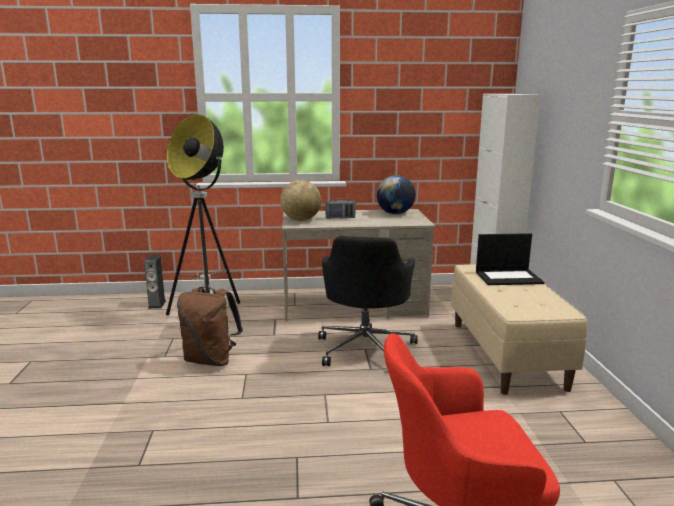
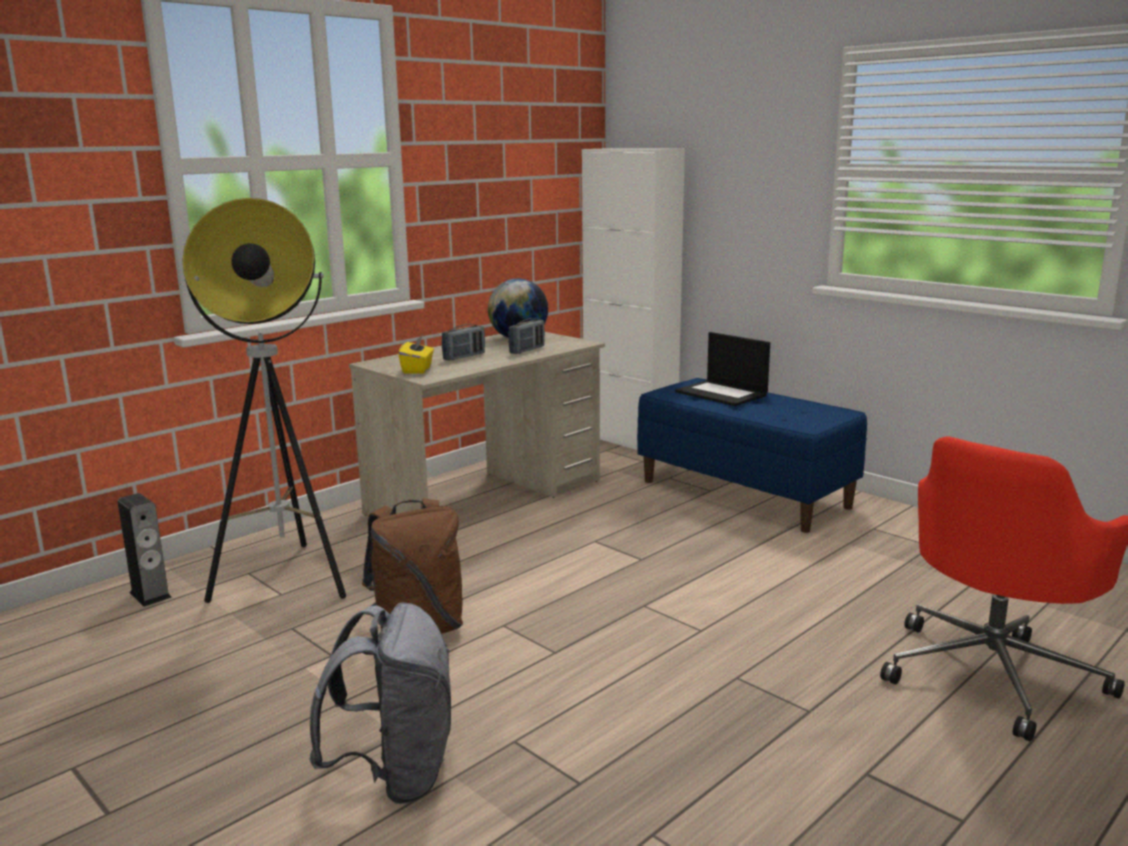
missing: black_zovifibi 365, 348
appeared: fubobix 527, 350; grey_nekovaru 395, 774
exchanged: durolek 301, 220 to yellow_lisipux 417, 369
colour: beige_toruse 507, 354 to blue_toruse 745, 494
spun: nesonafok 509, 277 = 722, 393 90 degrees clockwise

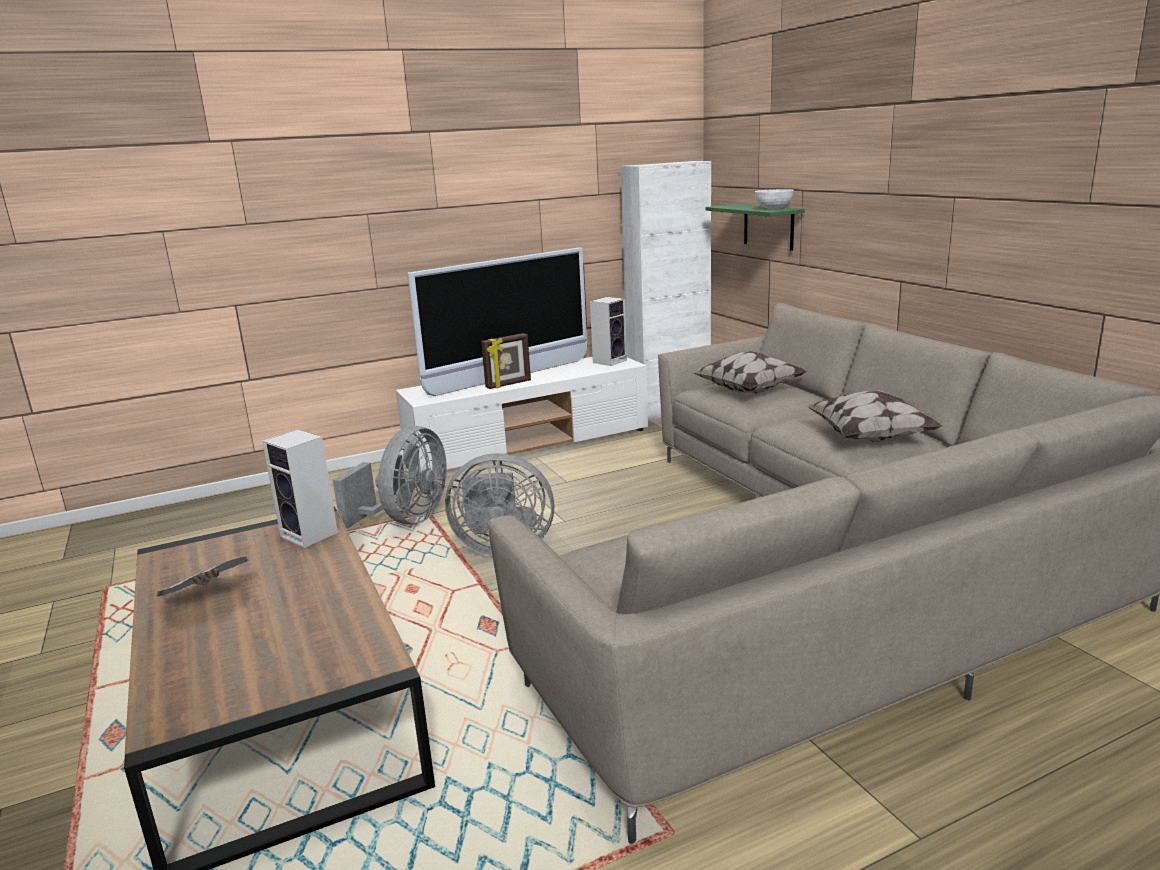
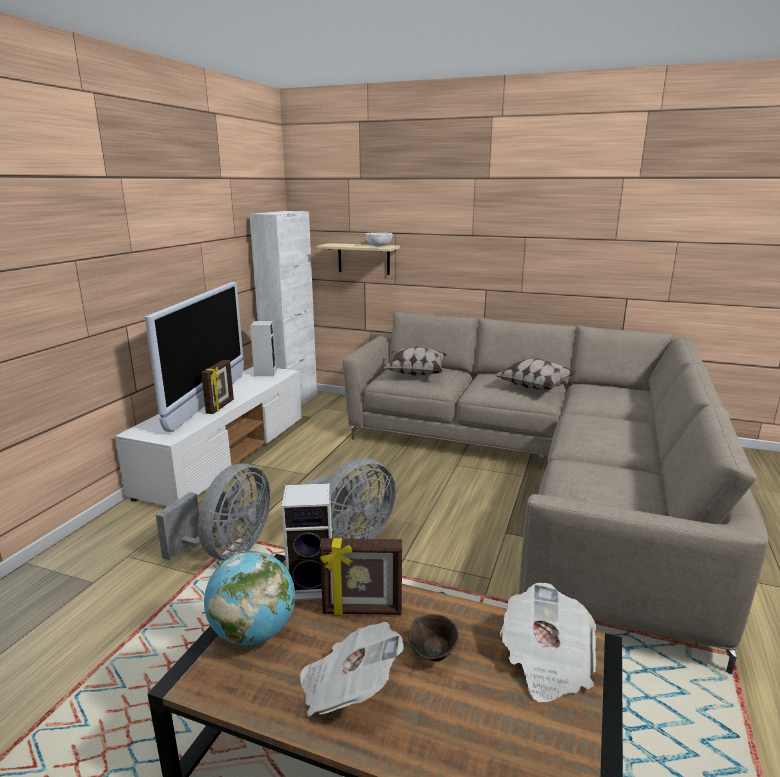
appeared: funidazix 362, 611; durolek 253, 633; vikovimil 546, 662; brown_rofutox 433, 654
colour: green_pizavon 768, 226 to beige_pizavon 363, 258
spun: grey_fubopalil 406, 520 = 228, 551 45 degrees clockwise

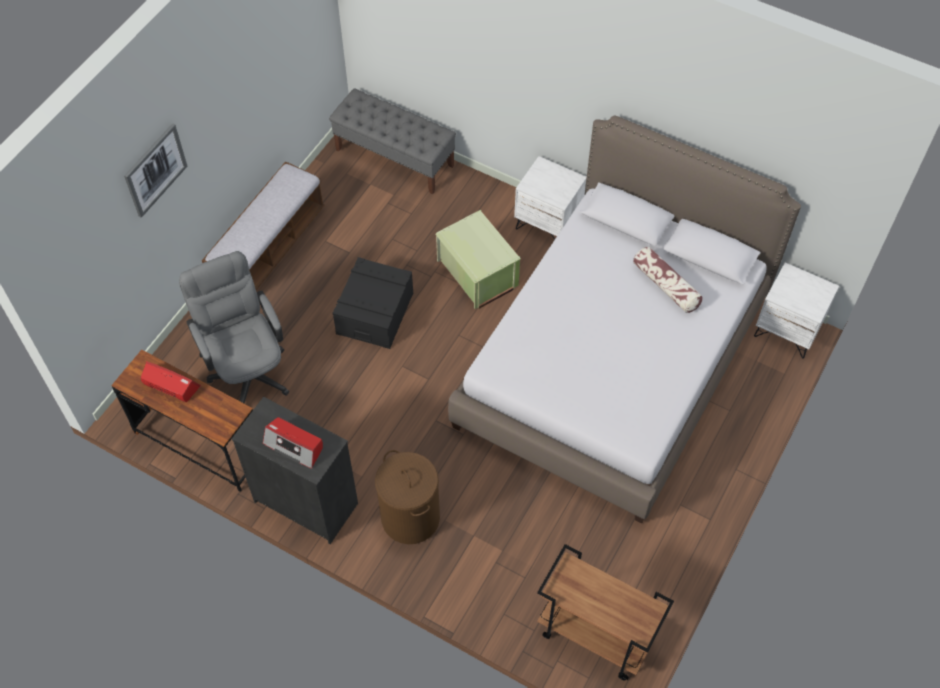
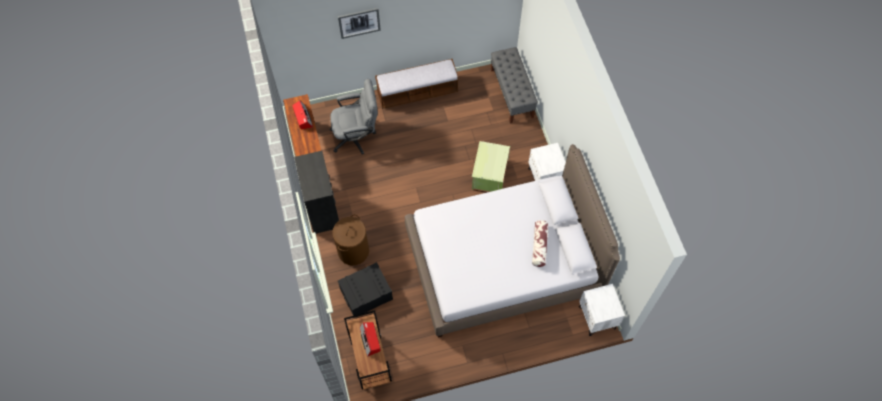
relocated: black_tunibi 375, 313 to 366, 294; fubobix 294, 446 to 370, 340
spun: grey_zovifibi 247, 368 = 357, 136 60 degrees clockwise

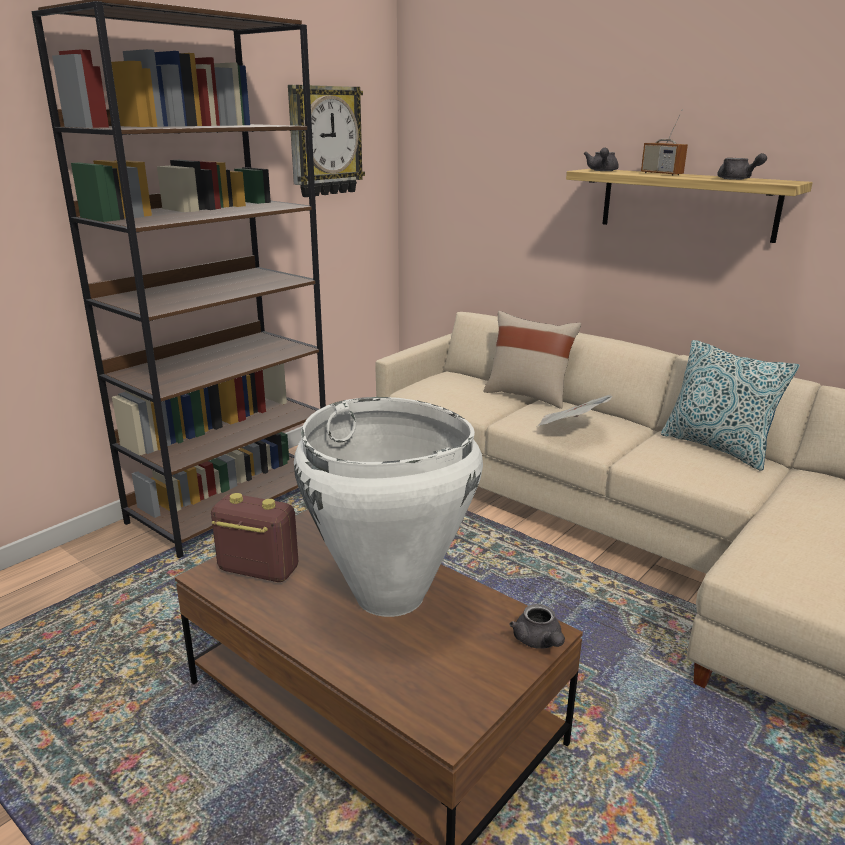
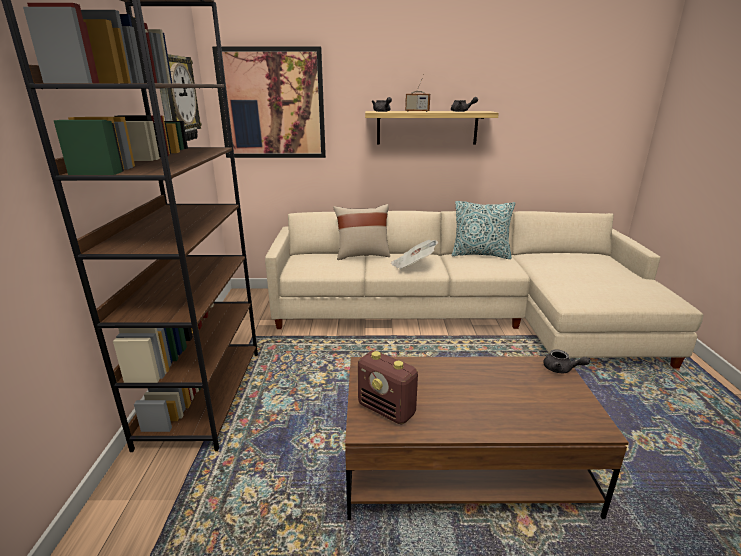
missing: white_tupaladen 389, 595
appeared: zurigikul 272, 104
spun: fubobix 257, 570 = 387, 410 120 degrees counterclockwise

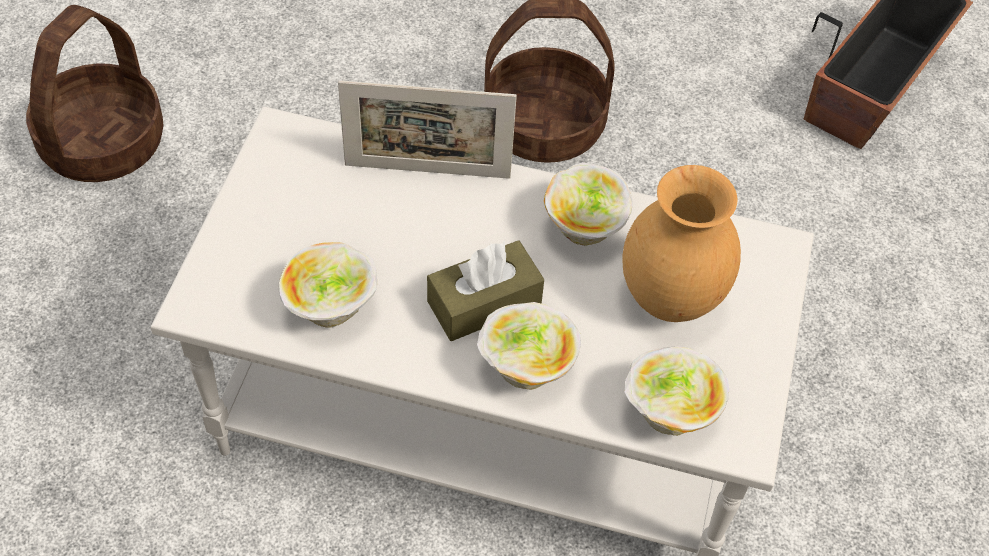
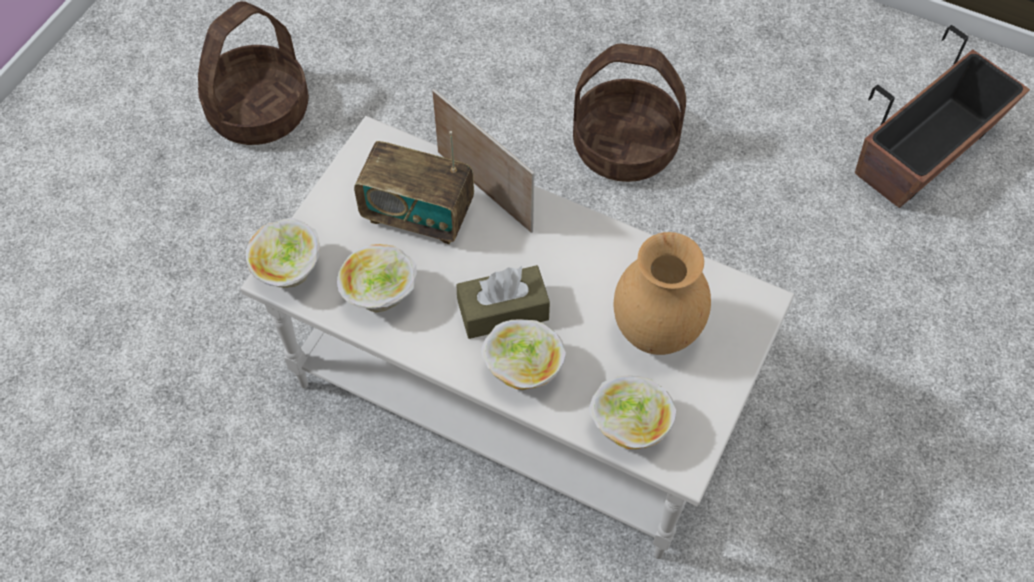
appeared: fubobix 418, 214
relocated: rofutox 585, 229 to 291, 273
spun: funidazix 427, 171 = 484, 191 150 degrees counterclockwise

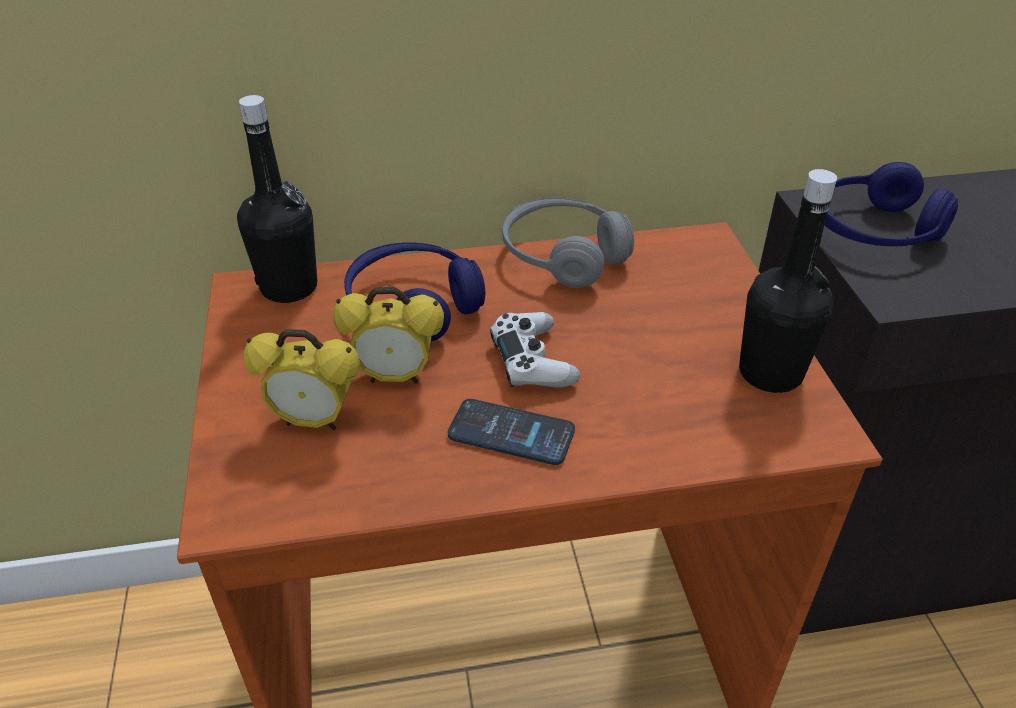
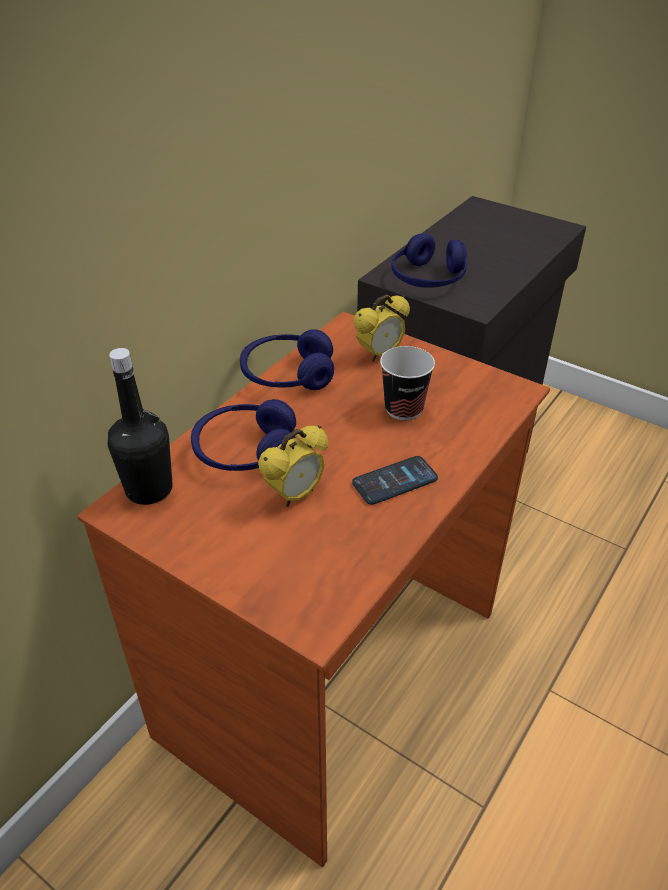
missing: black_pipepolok 770, 373; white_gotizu 532, 361
appeared: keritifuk 403, 409
relocated: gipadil 314, 421 to 379, 355
colour: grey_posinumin 563, 256 to blue_posinumin 287, 375

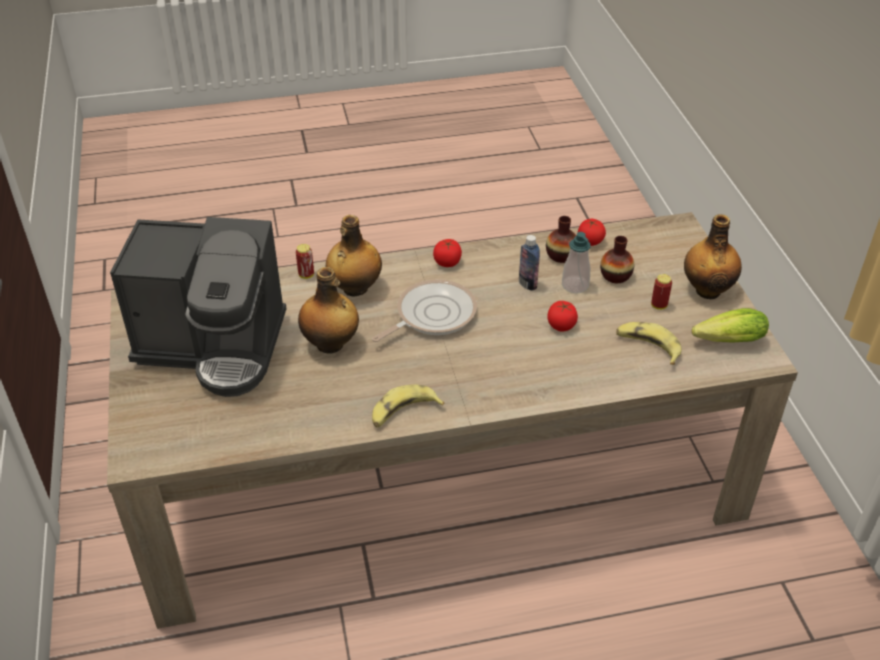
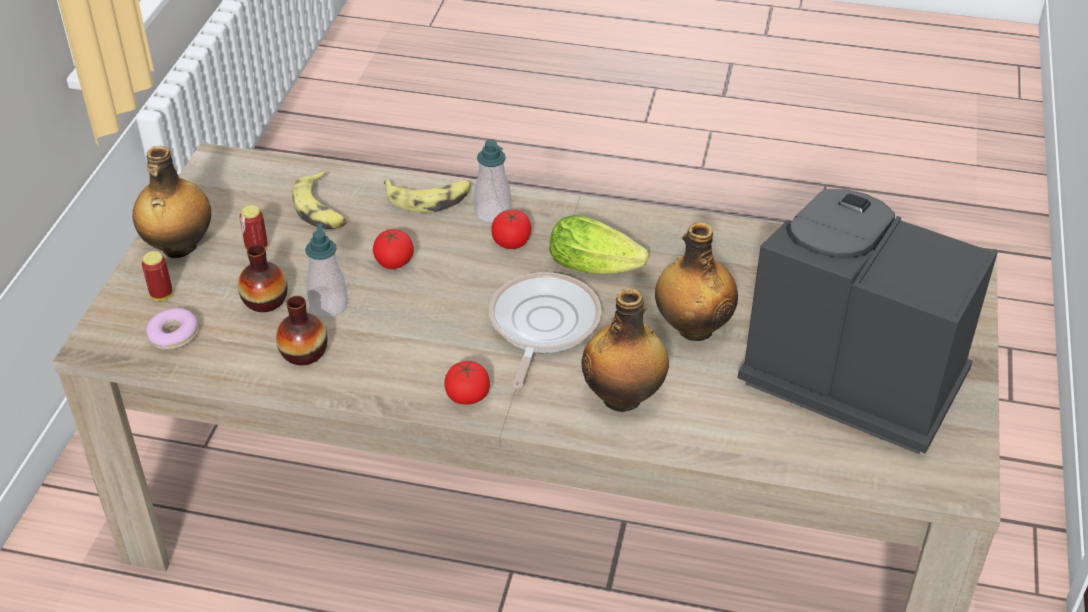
missing: pipepolok 527, 284
appeared: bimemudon 493, 213; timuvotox 173, 335
relocated: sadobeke 590, 241 to 511, 242; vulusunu 306, 275 to 161, 295; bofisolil 725, 341 to 598, 266; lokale 403, 412 to 429, 199
spun: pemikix 432, 315 = 541, 325 120 degrees clockwise

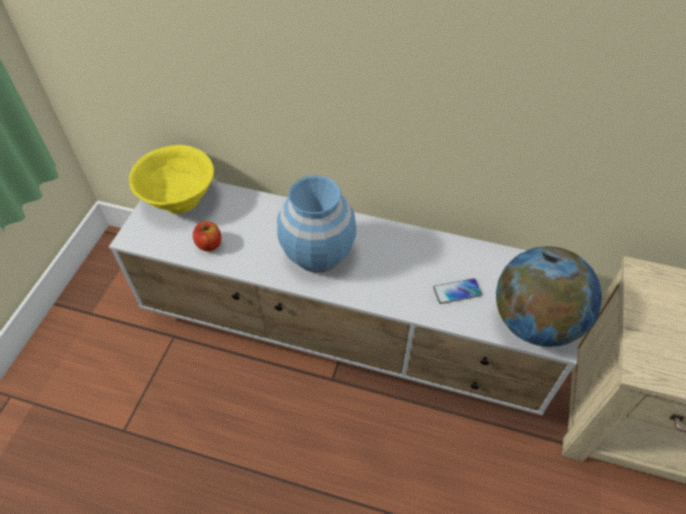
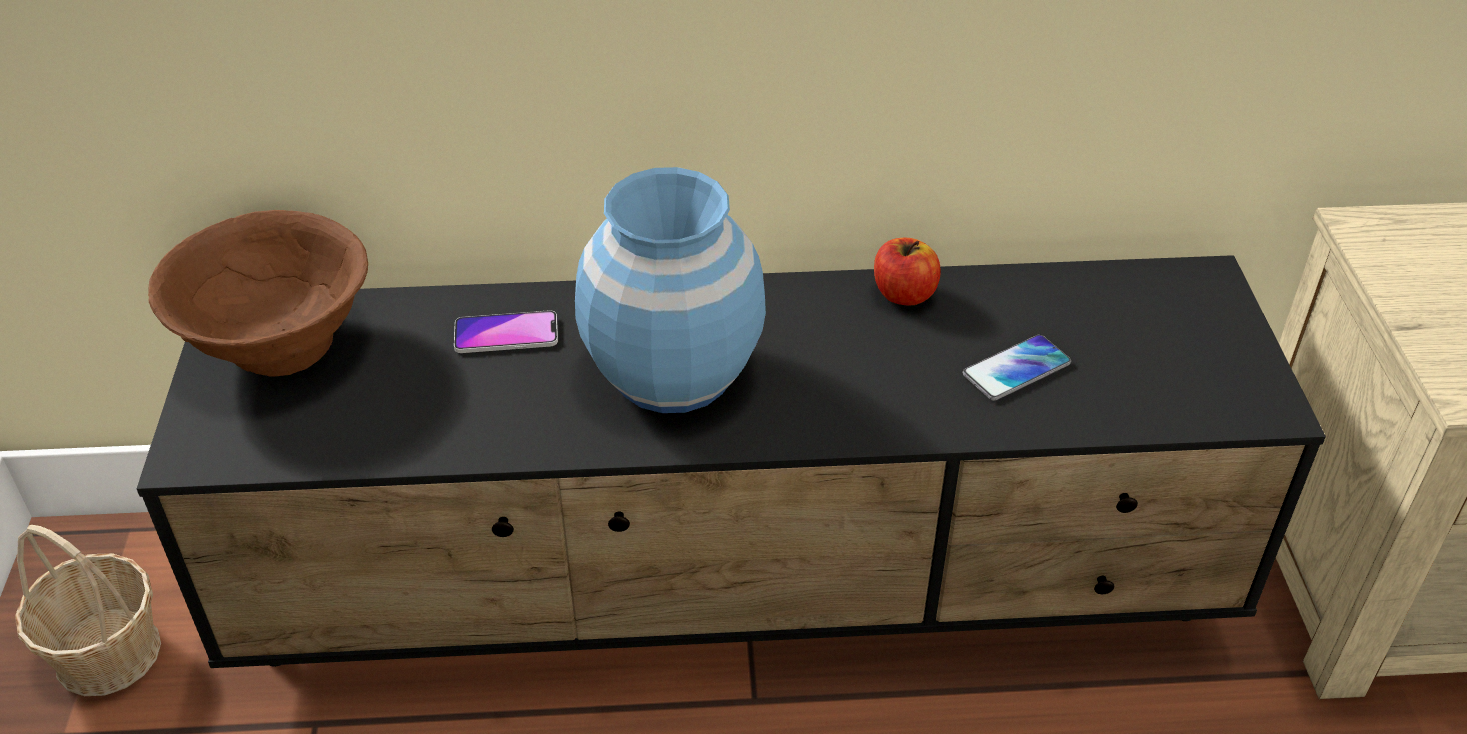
missing: durolek 534, 322
appeared: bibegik 506, 334; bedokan 108, 653
relocated: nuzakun 209, 244 to 904, 294
colour: yellow_rofutox 179, 199 to brown_rofutox 279, 345; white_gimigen 345, 333 to black_gimigen 739, 592

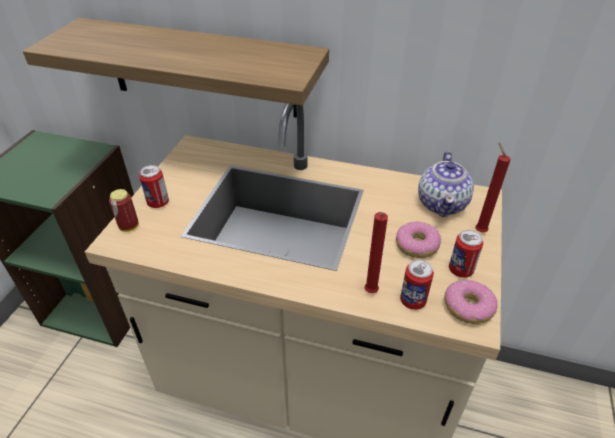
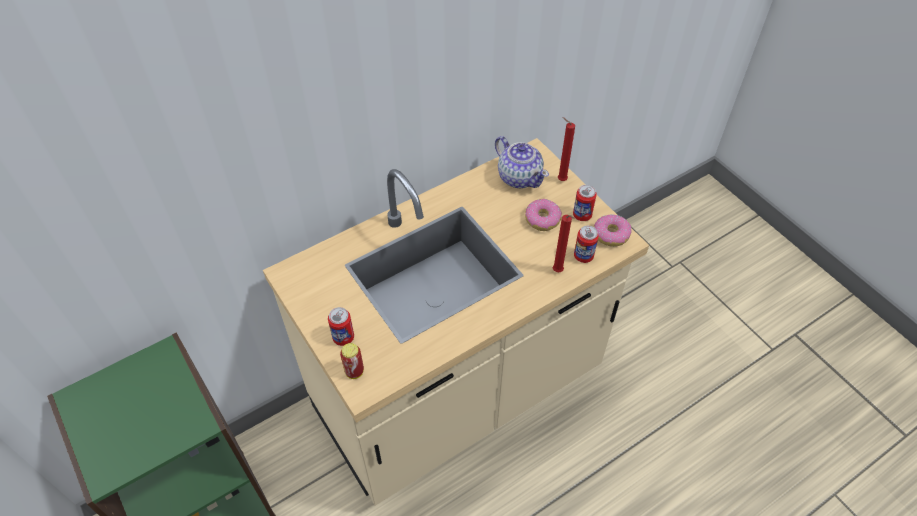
missing: pizavon 202, 68

